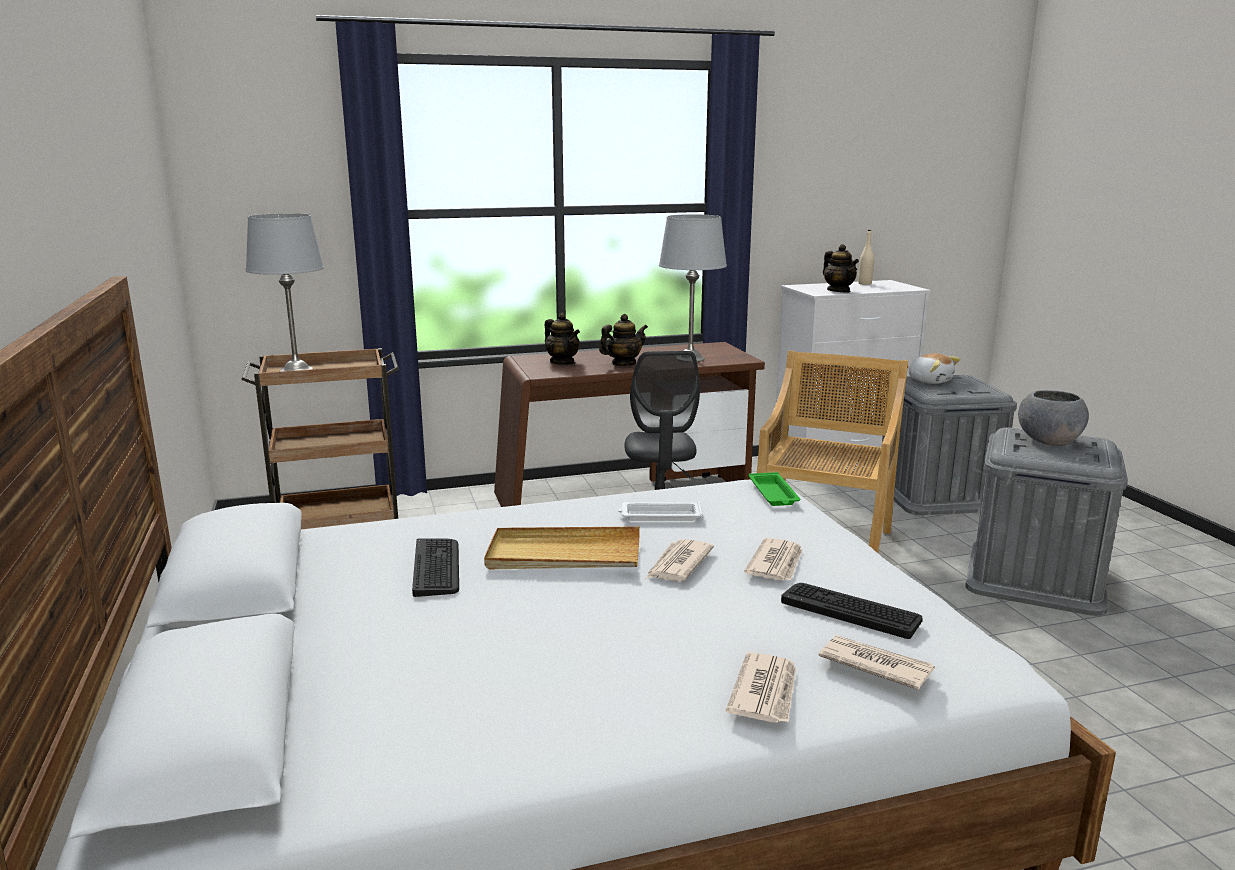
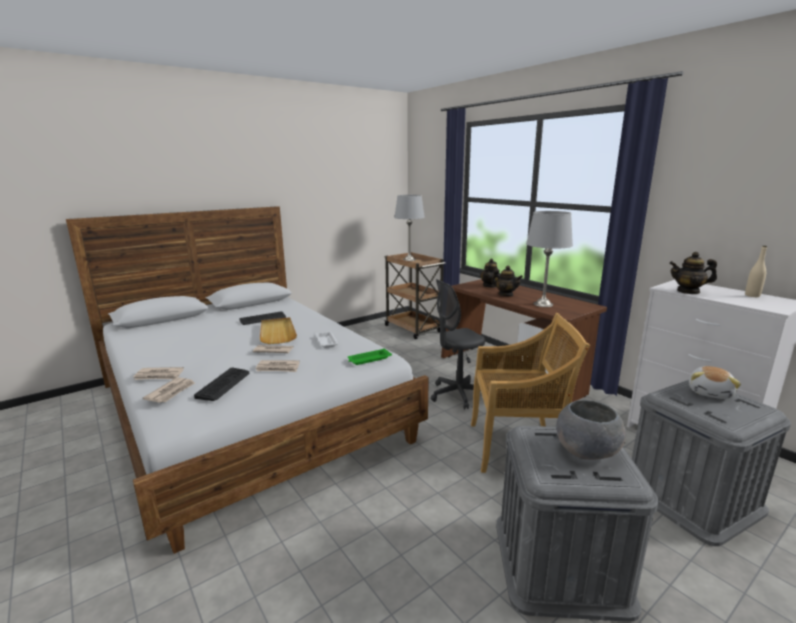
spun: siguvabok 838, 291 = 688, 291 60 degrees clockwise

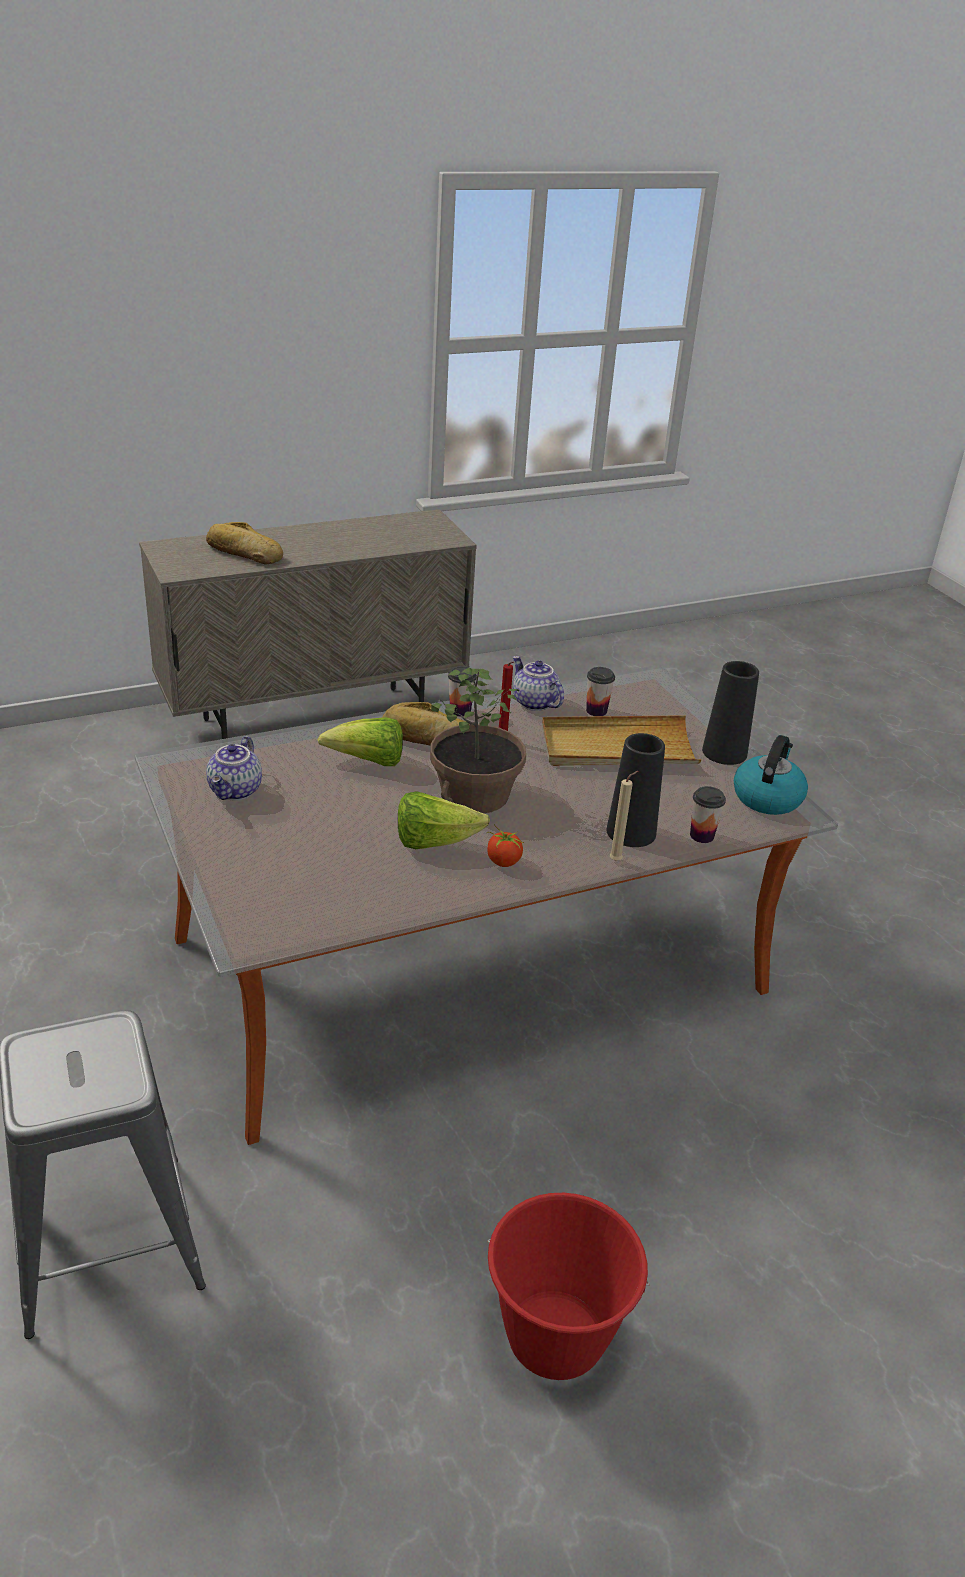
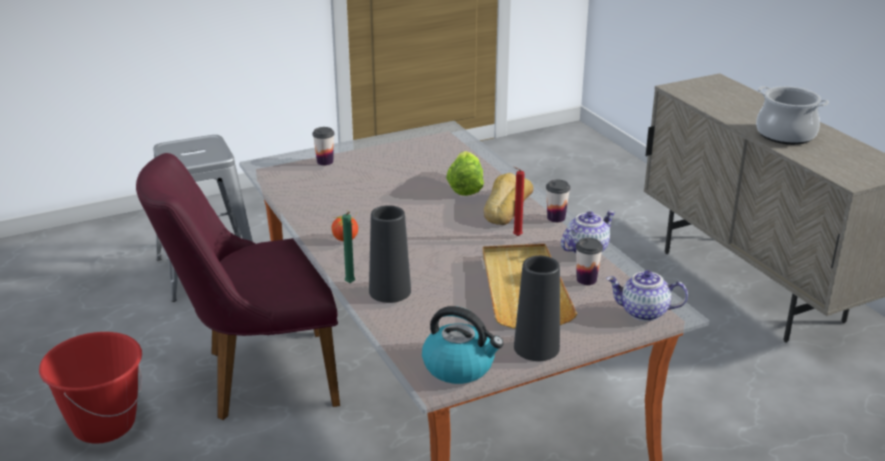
missing: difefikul 243, 553; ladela 475, 795; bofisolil 434, 842
appeared: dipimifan 785, 135; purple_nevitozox 257, 377
relocated: siguvabok 236, 791 to 643, 313; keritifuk 702, 835 to 325, 162
colour: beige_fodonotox 617, 860 to green_fodonotox 350, 284

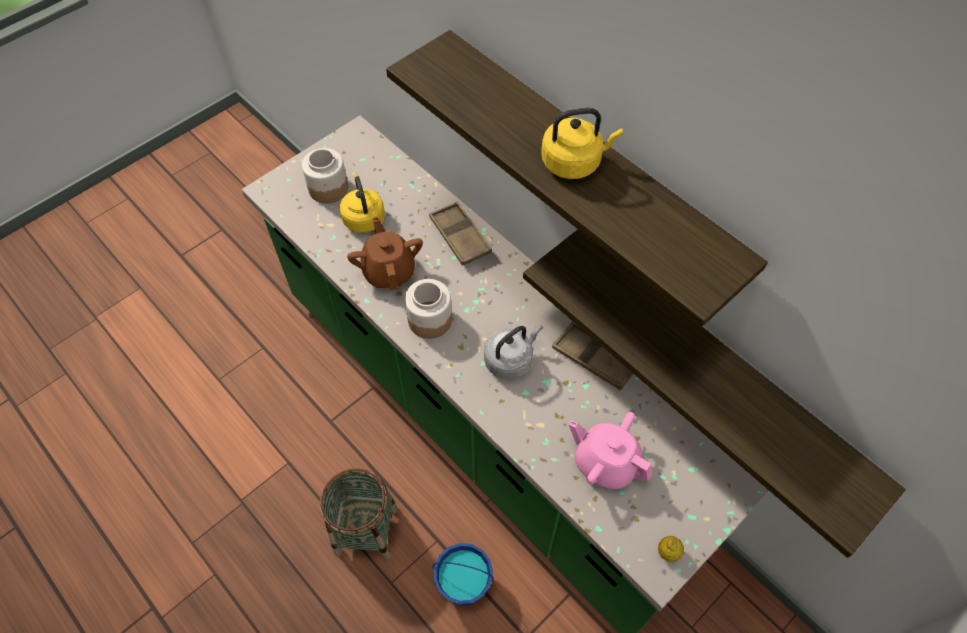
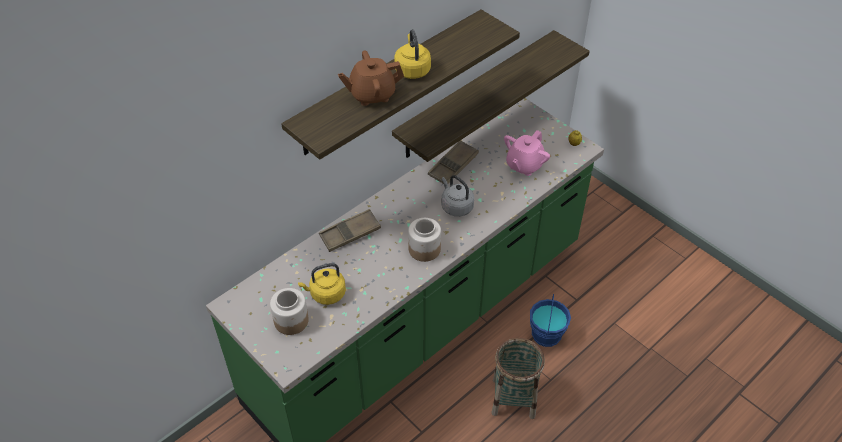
relocated: brown_siguvabok 389, 271 to 372, 94

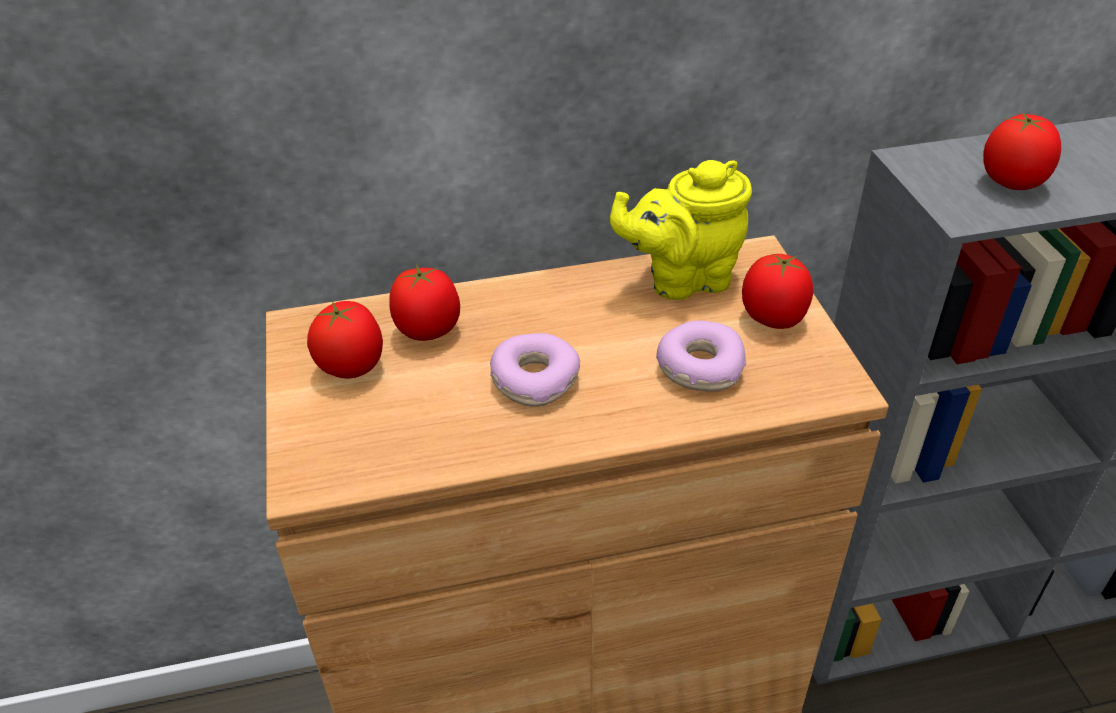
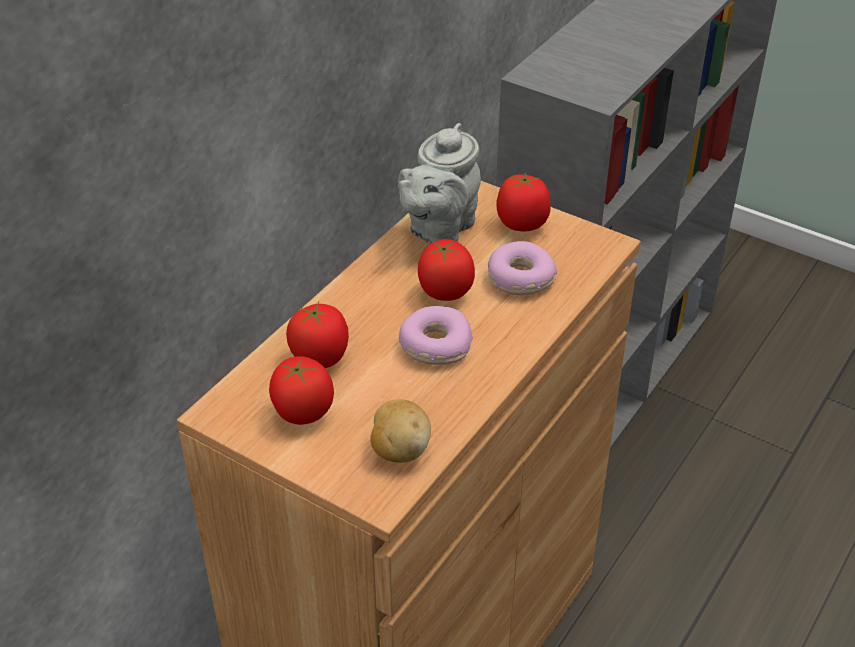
appeared: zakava 399, 450
relocated: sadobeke 1012, 181 to 445, 291
colour: yellow_siguvabok 682, 279 to grey_siguvabok 438, 230

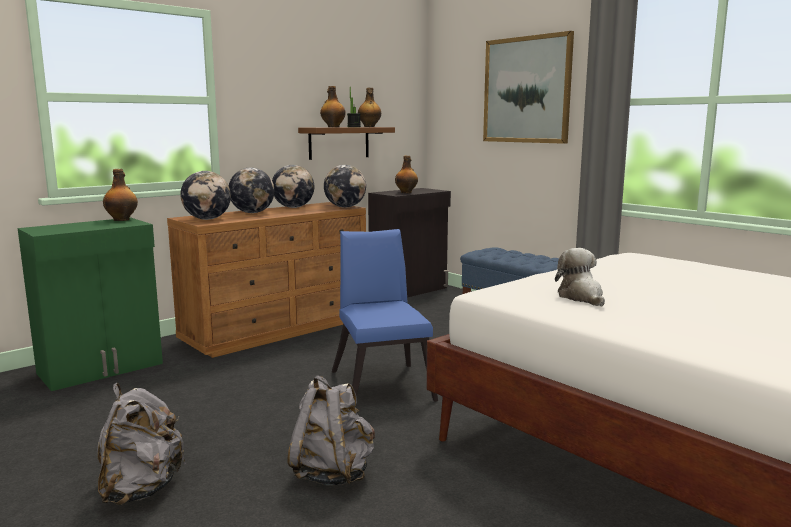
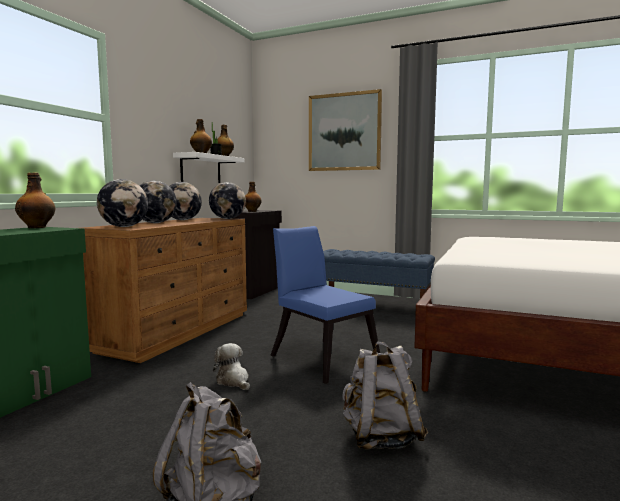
relocated: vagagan 581, 297 to 233, 381
colour: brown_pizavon 339, 142 to white_pizavon 201, 169

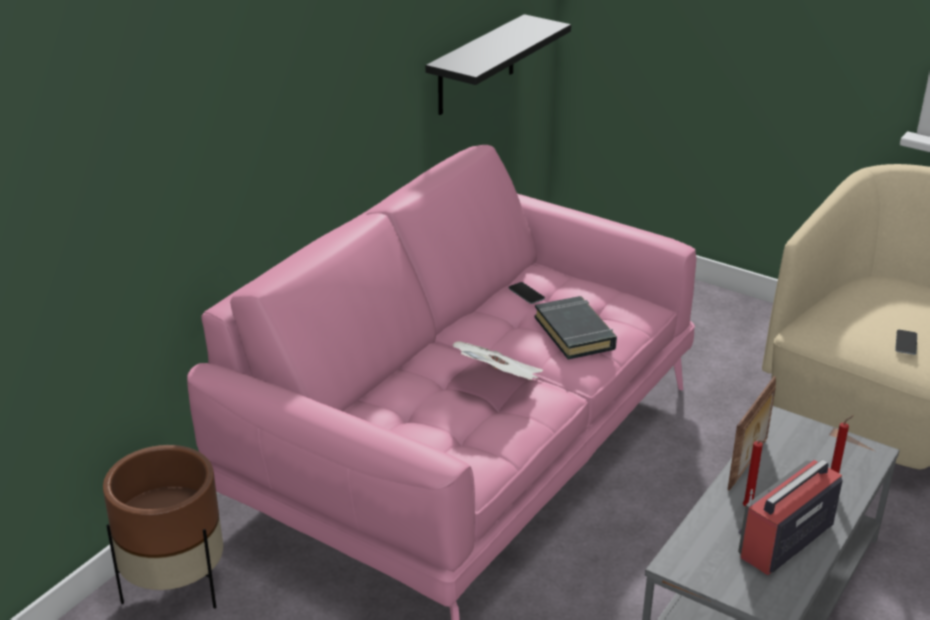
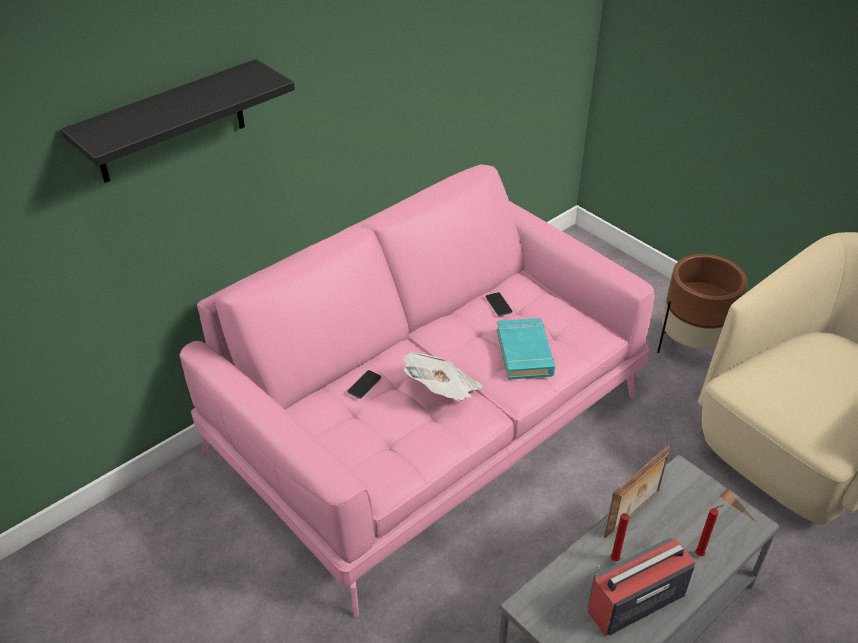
relocated: black_pizavon 476, 65 to 170, 123; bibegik 906, 342 to 364, 384; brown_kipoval 175, 586 to 691, 347
colour: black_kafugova 575, 333 to turquoise_kafugova 525, 353

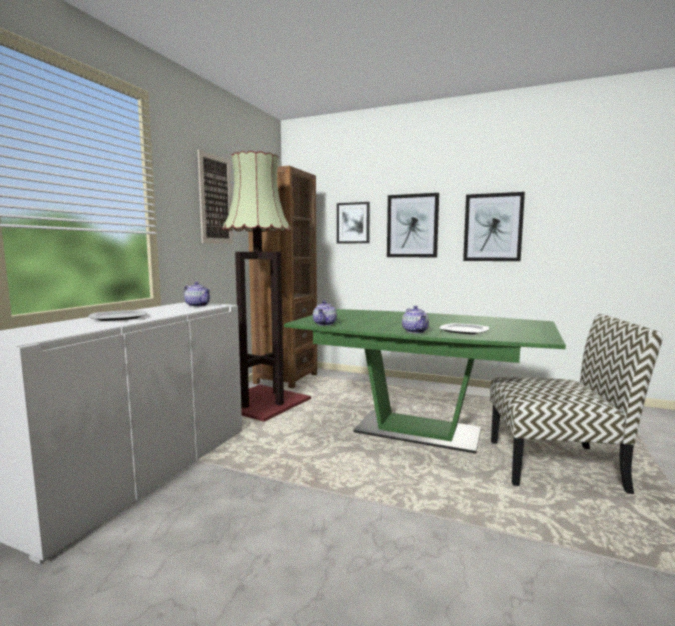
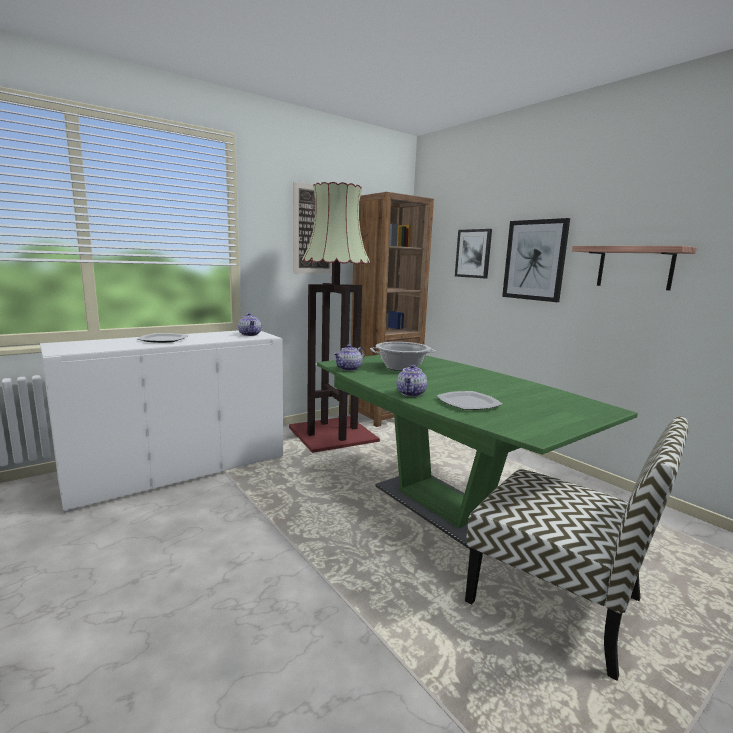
appeared: dipimifan 401, 367
exchanged: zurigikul 493, 227 to pizavon 635, 267

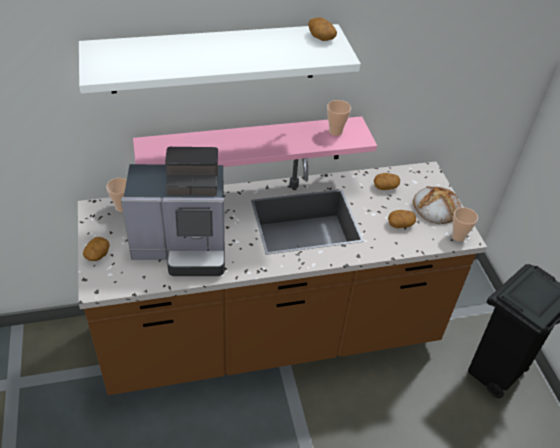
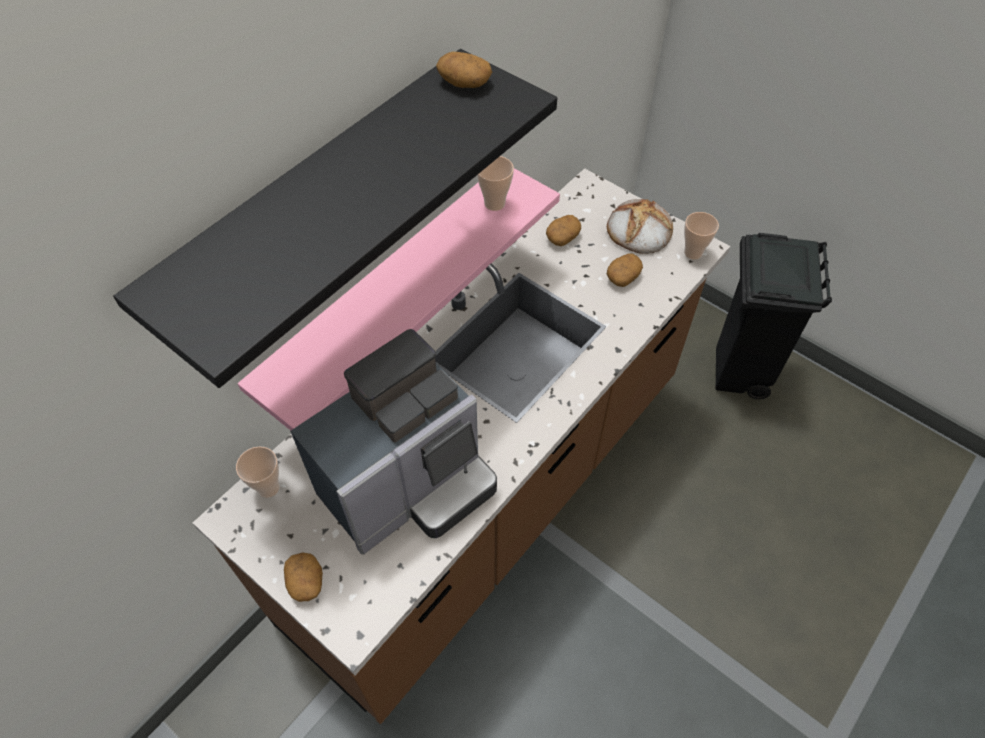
colour: white_pizavon 214, 58 to black_pizavon 318, 196

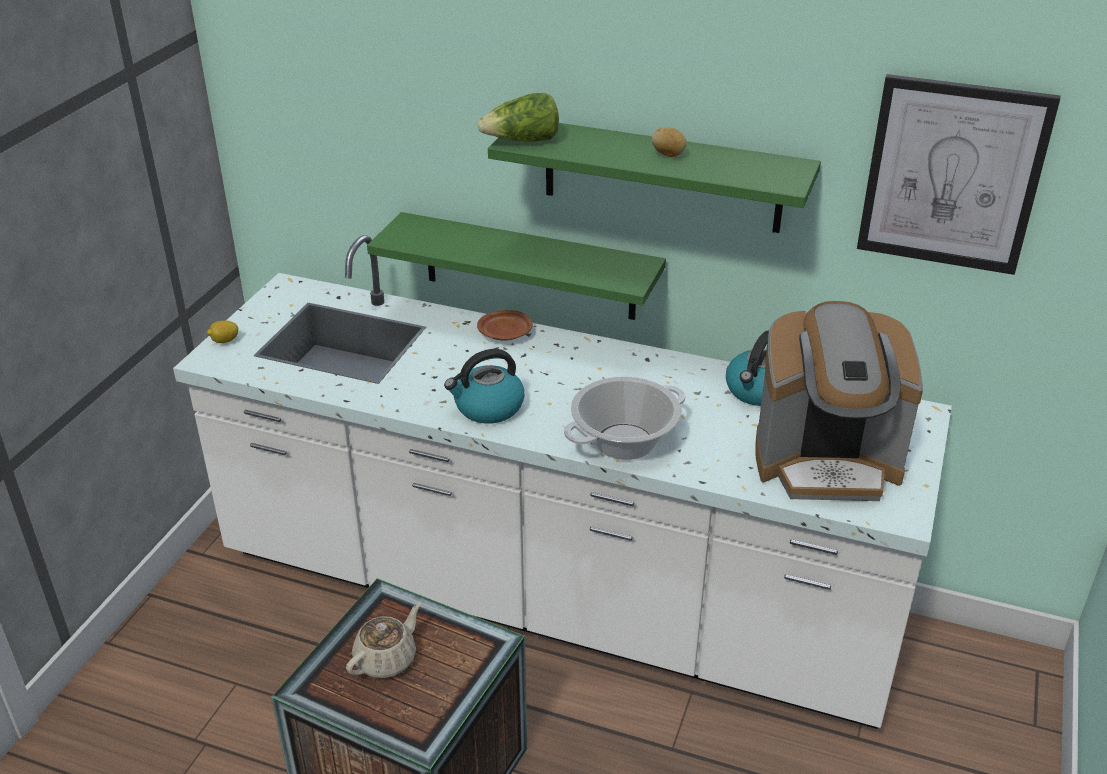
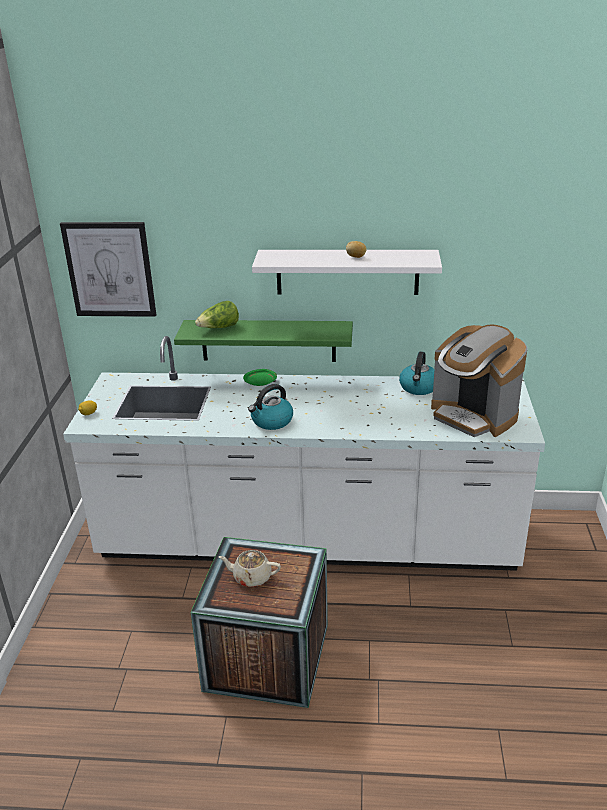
missing: dipimifan 625, 442
relocated: zurigikul 952, 175 to 110, 269; bofisolil 522, 141 to 219, 328
colour: green_pizavon 662, 175 to white_pizavon 347, 272; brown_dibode 506, 333 to green_dibode 261, 382
spun: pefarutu 826, 463 = 473, 416 60 degrees clockwise; beige_siguvabok 386, 659 = 251, 577 105 degrees counterclockwise

